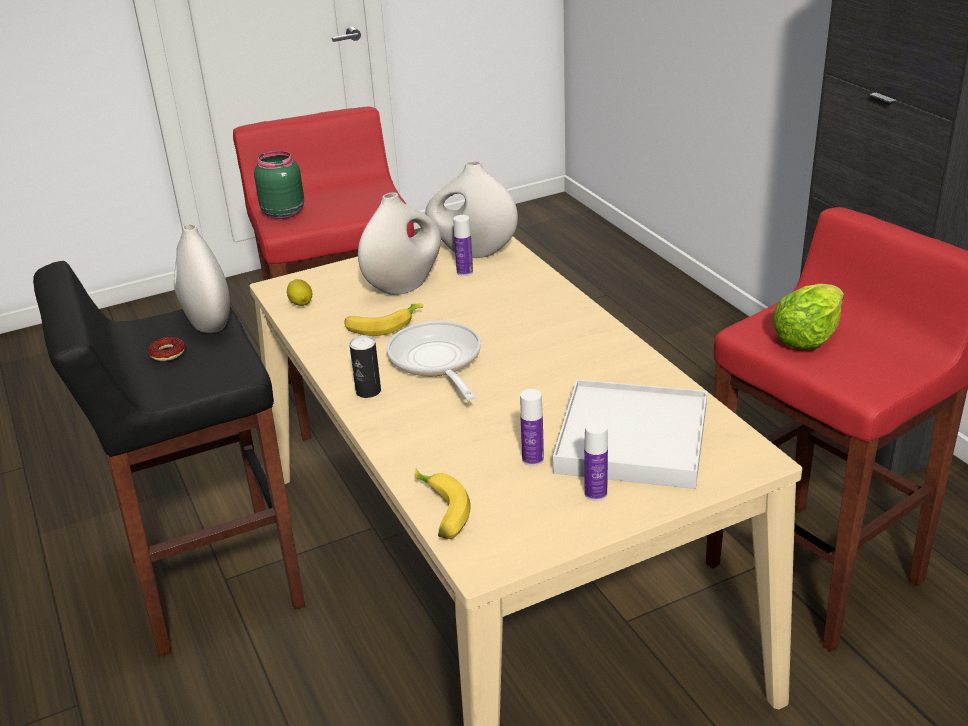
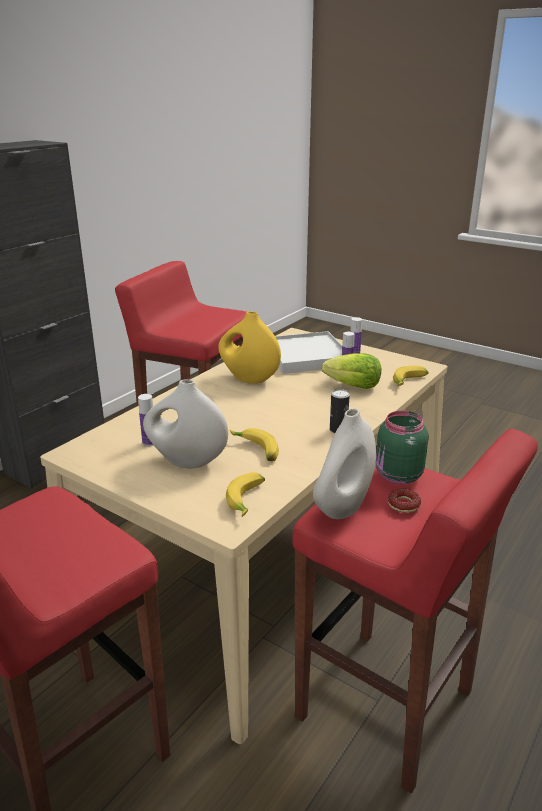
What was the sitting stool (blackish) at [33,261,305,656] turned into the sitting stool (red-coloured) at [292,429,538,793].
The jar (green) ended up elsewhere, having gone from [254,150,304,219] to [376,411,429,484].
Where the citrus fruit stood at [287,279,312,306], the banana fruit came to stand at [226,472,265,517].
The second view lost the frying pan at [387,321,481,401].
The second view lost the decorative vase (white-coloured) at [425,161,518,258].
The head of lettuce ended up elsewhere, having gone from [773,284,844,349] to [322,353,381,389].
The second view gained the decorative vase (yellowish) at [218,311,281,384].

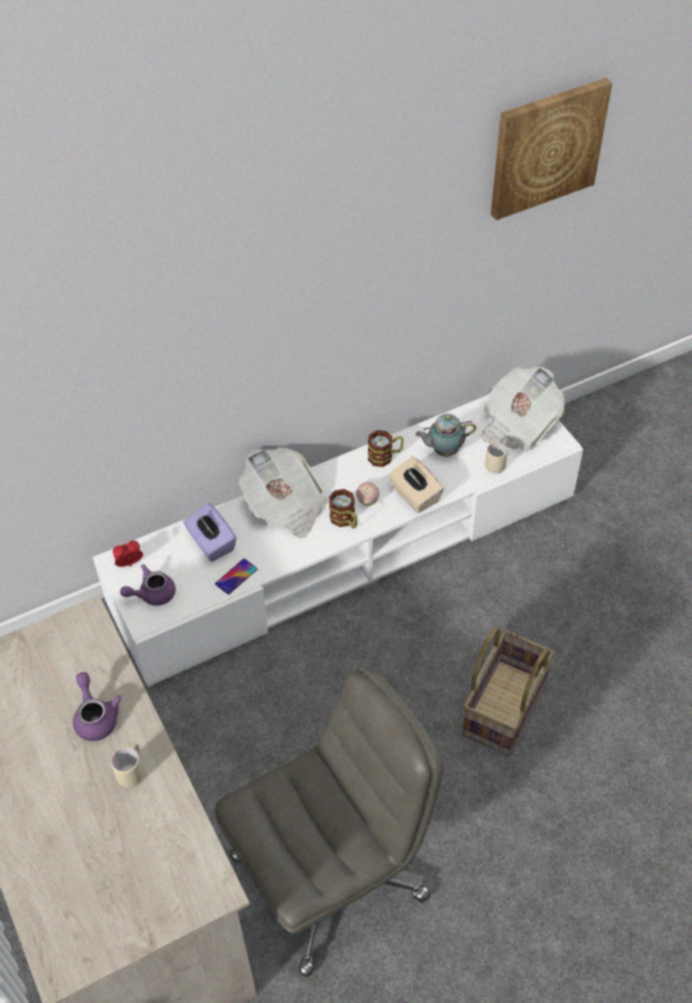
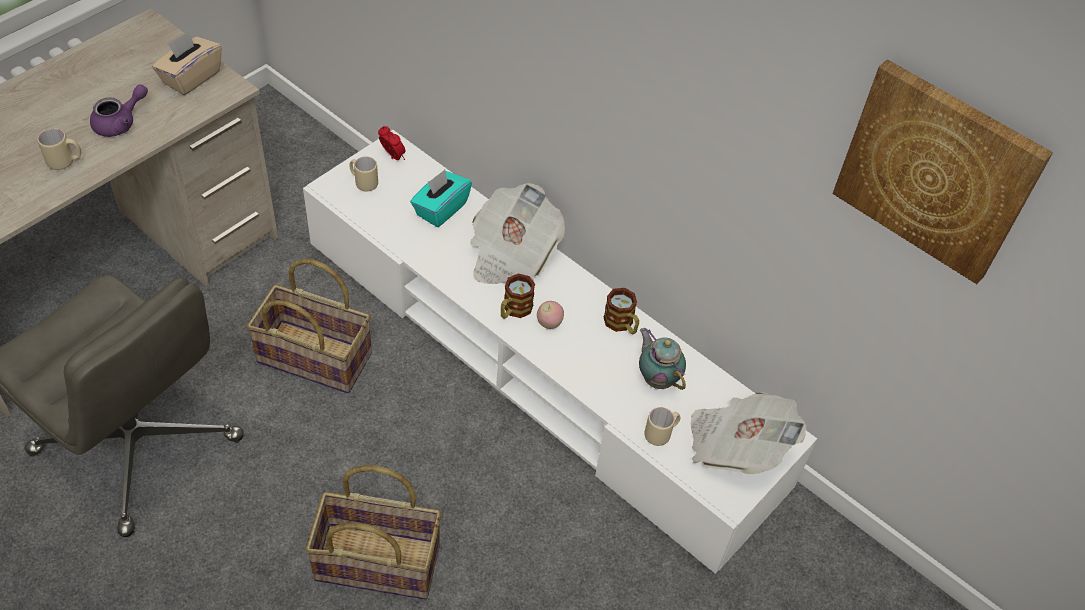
Where the teapot (purple) stood at [120,564,176,606], the tea mug (sand-coloured) came to stand at [349,156,378,192].
What was the tissue box (purple) at [183,503,236,562] turned into the tissue box (turquoise-coloured) at [410,169,472,227].
The second view lost the telephone at [215,559,257,594].
The tissue box (sand-coloured) ended up elsewhere, having gone from [389,456,444,513] to [152,31,222,95].
The second view gained the household basket at [247,259,372,393].

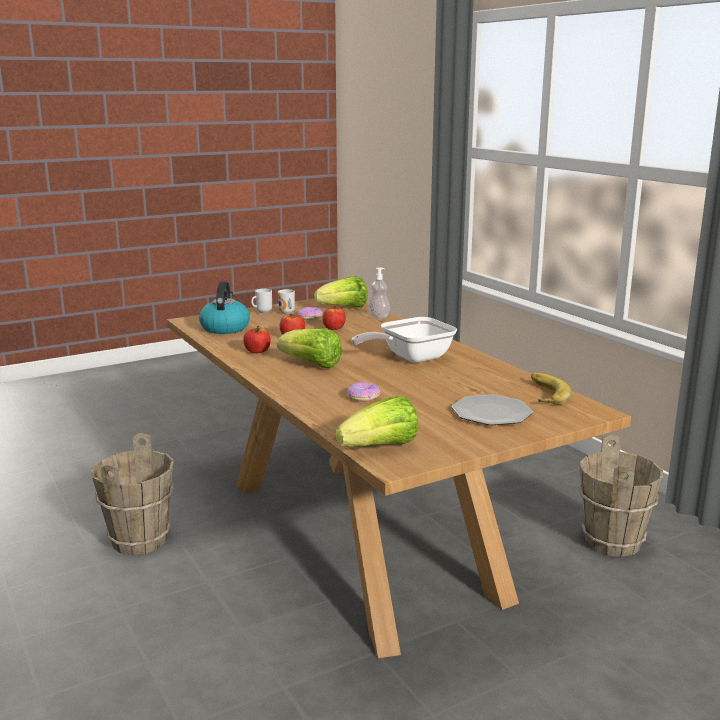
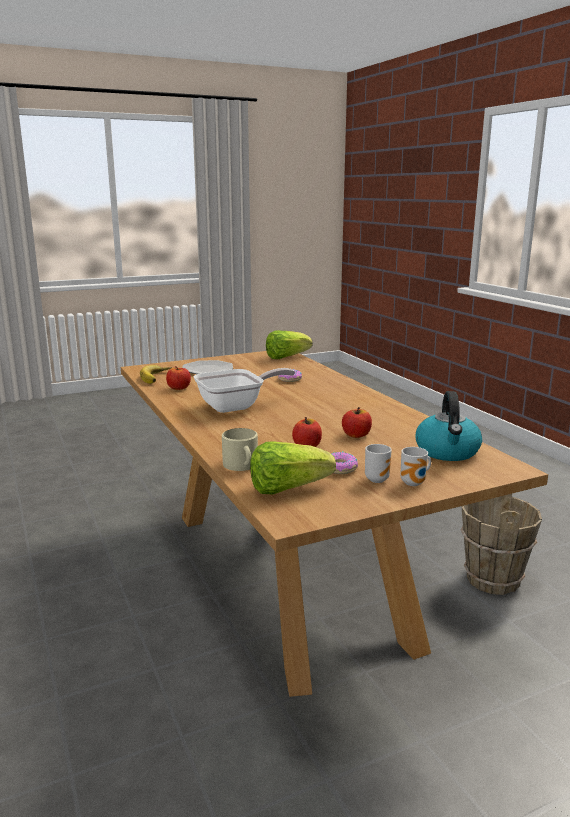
The apple ended up elsewhere, having gone from [243,326,271,353] to [166,366,191,390].
The second view lost the head of lettuce at [277,328,342,368].
Where the soap bottle stood at [368,267,390,319], the tea mug (sand-coloured) came to stand at [222,428,258,471].
The second view lost the bucket (brown) at [579,434,663,557].

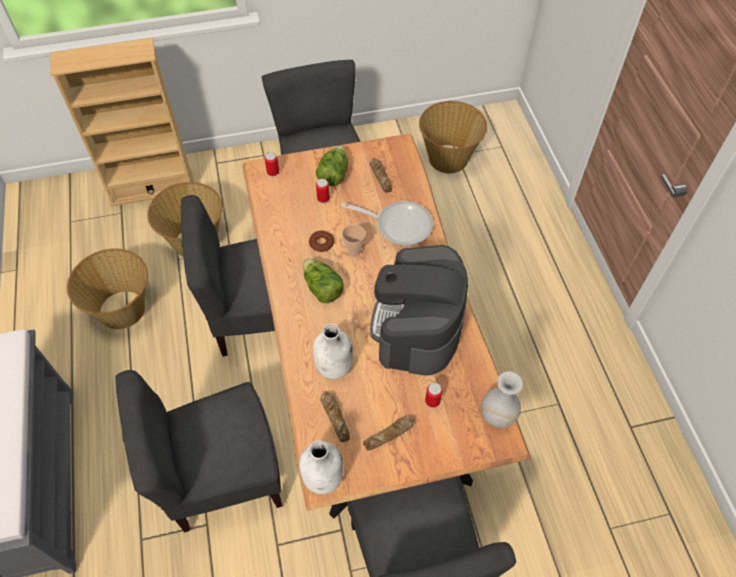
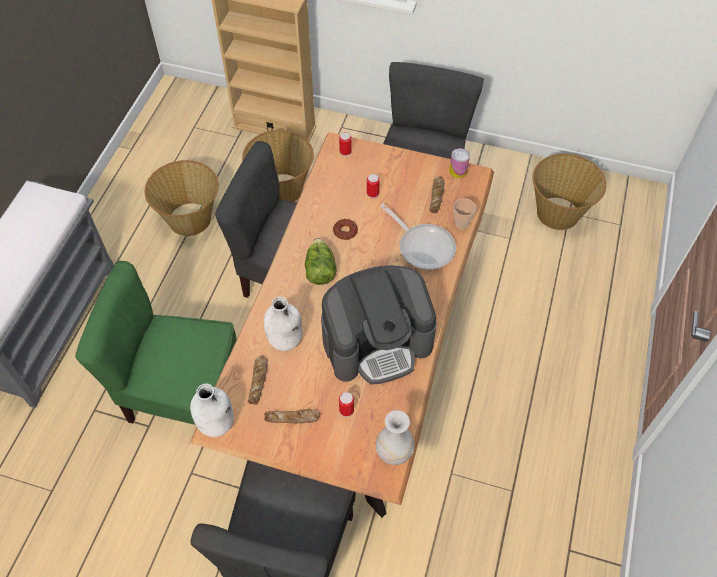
What was the chair (gray) at [116,370,283,532] turned into the chair (green) at [75,261,237,425].
The second view lost the head of lettuce at [316,145,348,186].
The cup ended up elsewhere, having gone from [342,224,365,257] to [454,198,476,230].
The coffee brewer at [370,245,468,376] ended up facing another way, 150 degrees counterclockwise from before.
The second view gained the metal can at [449,148,470,178].

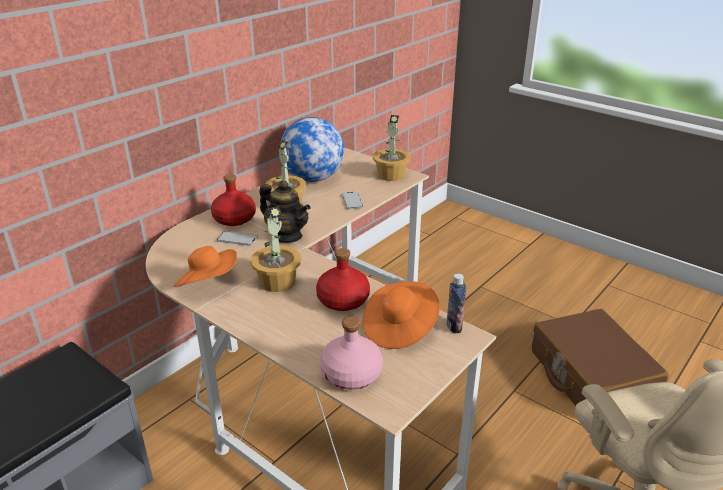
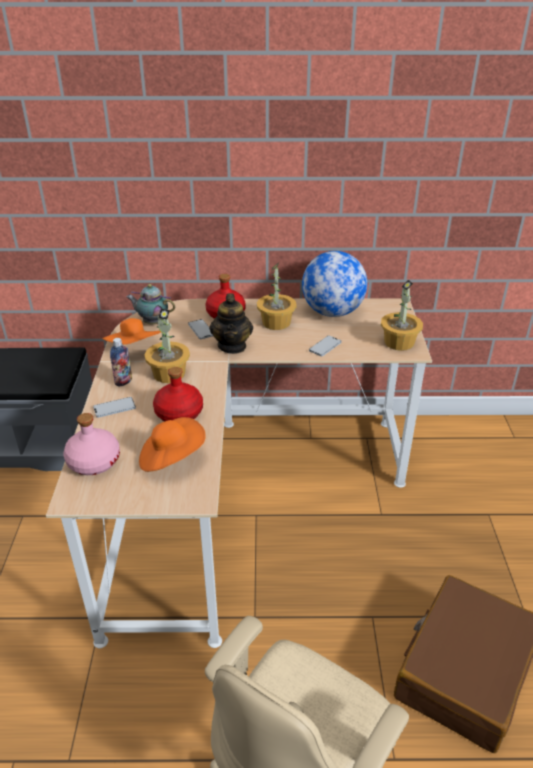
The bottle ended up elsewhere, having gone from [447,273,466,333] to [110,338,132,387].
The second view gained the telephone at [93,397,136,418].
The second view gained the teapot at [127,284,175,324].

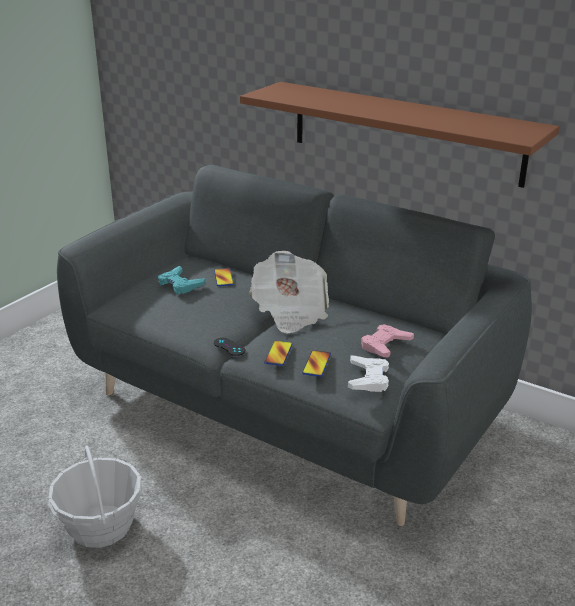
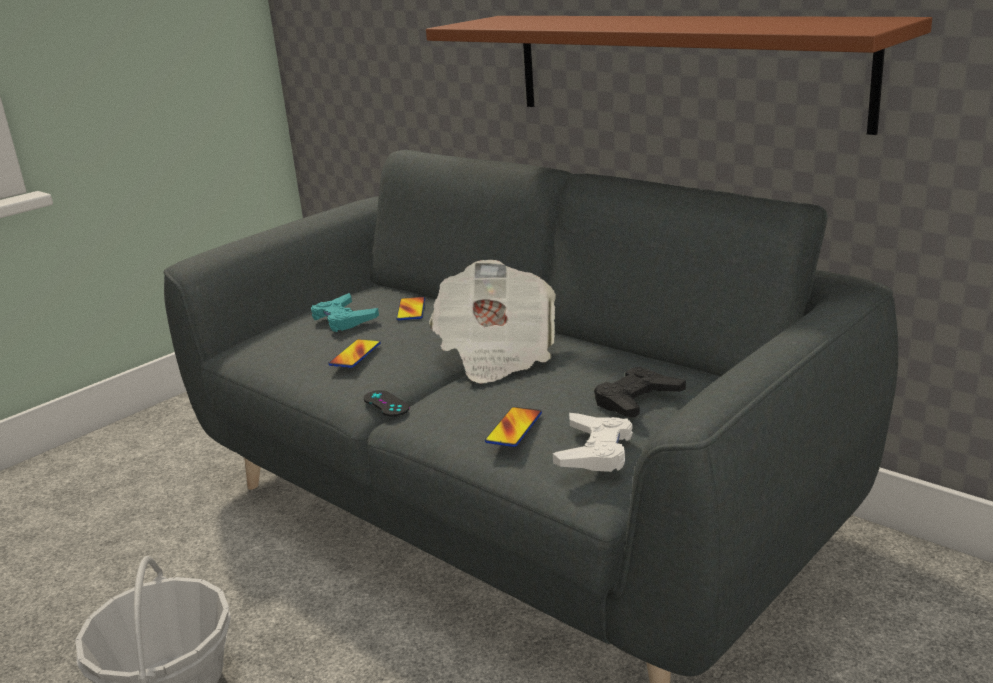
The telephone ended up elsewhere, having gone from [264,340,293,366] to [328,339,381,368].
What was the gamepad (pink-coloured) at [361,324,414,357] turned into the gamepad (blackish) at [594,367,686,417].

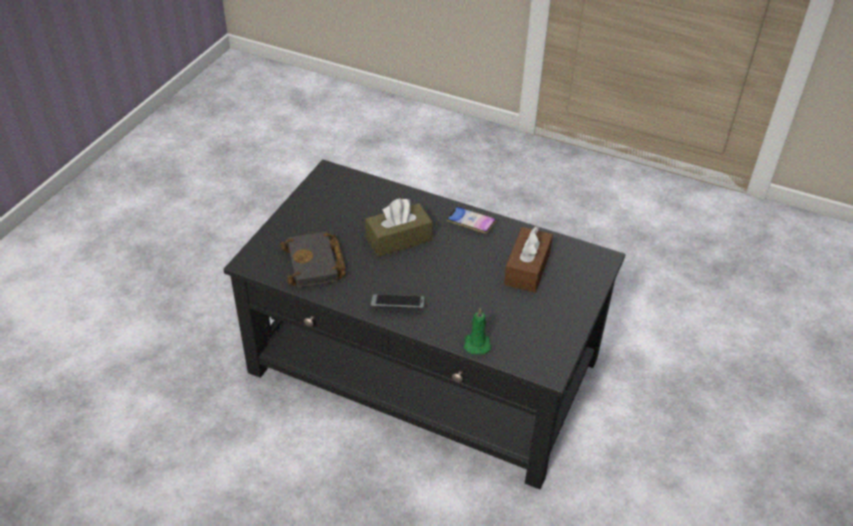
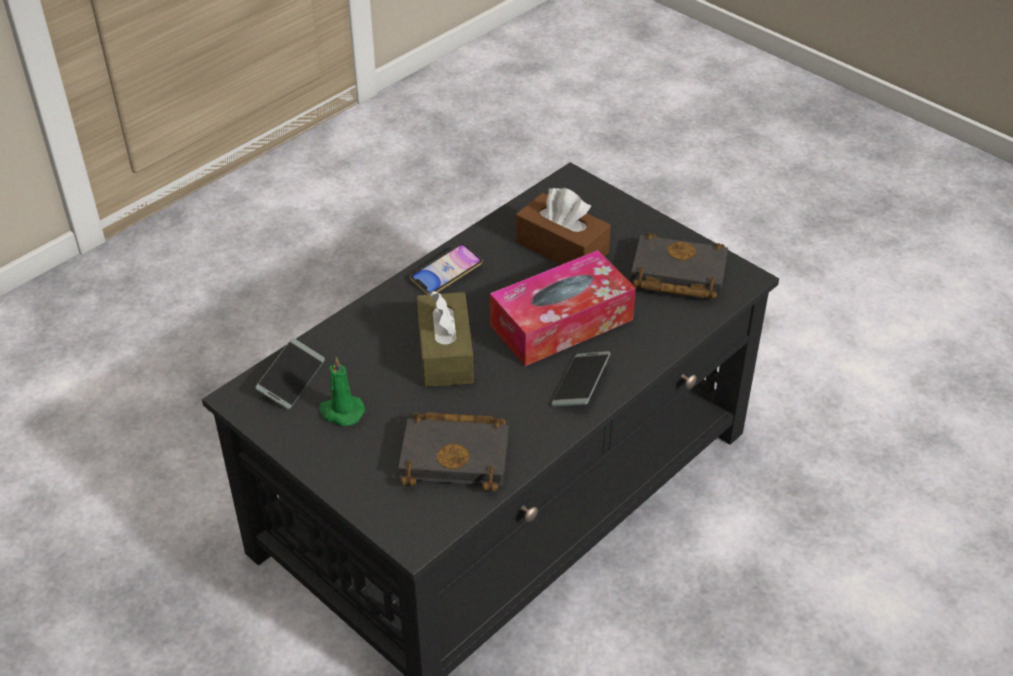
The candle (green) ended up elsewhere, having gone from [464,307,491,355] to [319,357,365,426].
The second view gained the telephone at [255,338,325,410].
The second view gained the tissue box at [490,250,636,366].
The second view gained the book (blackish) at [631,233,728,299].

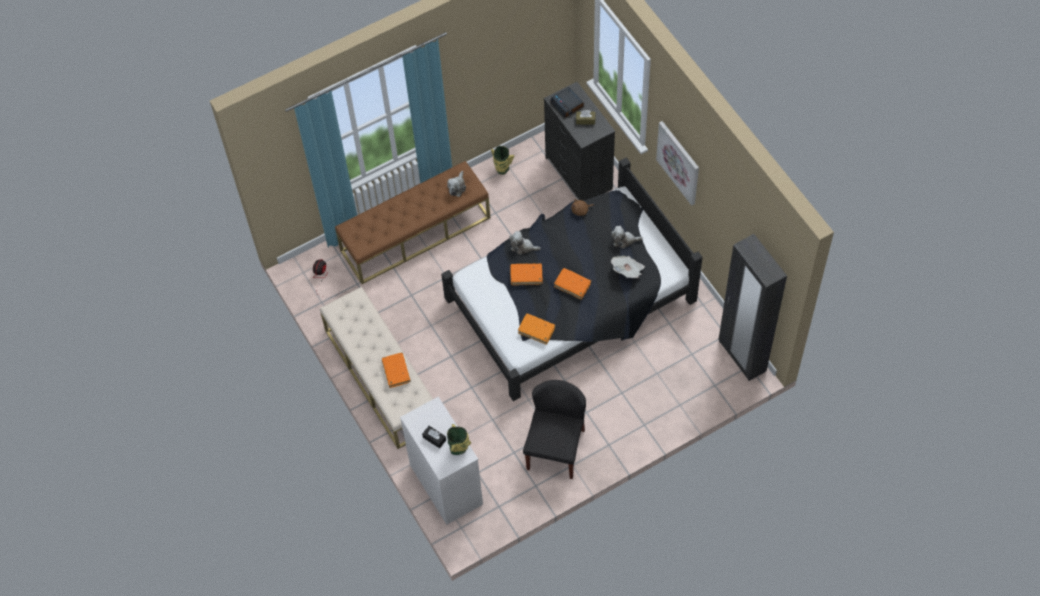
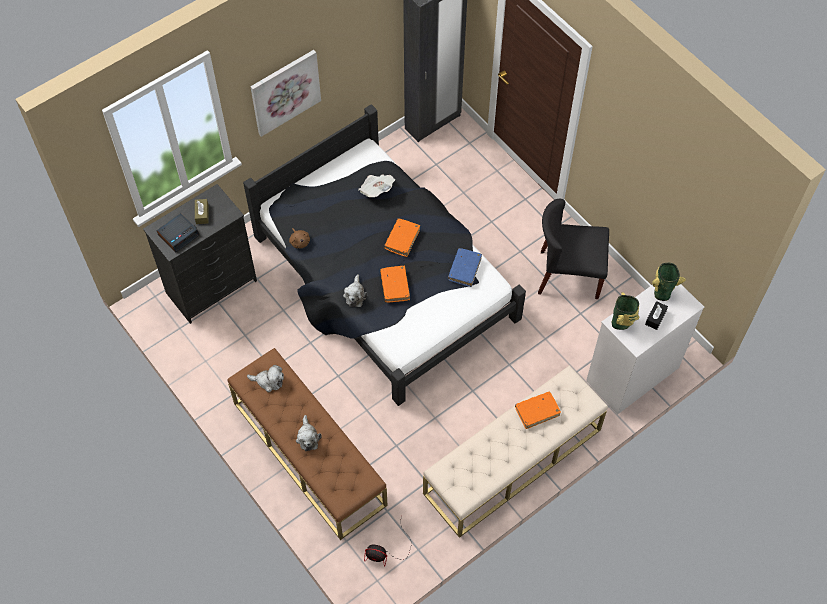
The decorative vase ended up elsewhere, having gone from [491,146,514,175] to [611,292,640,330].
What was the book (orangey) at [518,313,555,344] turned into the book (blue-coloured) at [448,248,482,287].
The plush toy ended up elsewhere, having gone from [611,226,643,249] to [296,415,322,451].

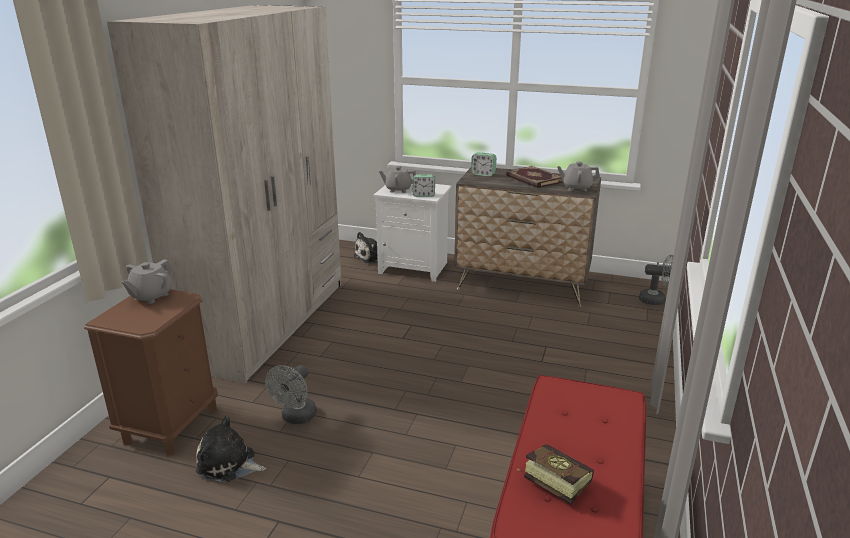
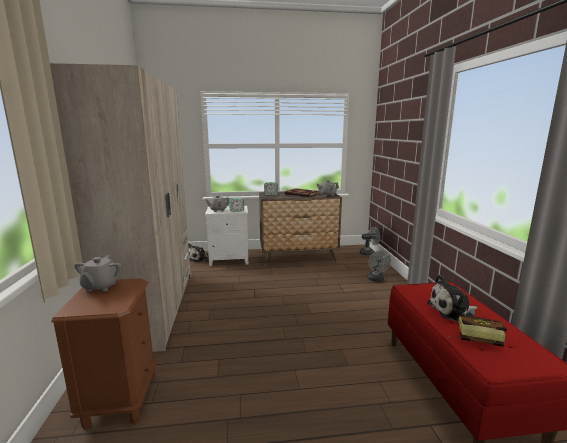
The plush toy ended up elsewhere, having gone from [195,416,266,482] to [427,275,478,321].
The cooling fan (gray) ended up elsewhere, having gone from [265,365,317,424] to [367,251,391,282].

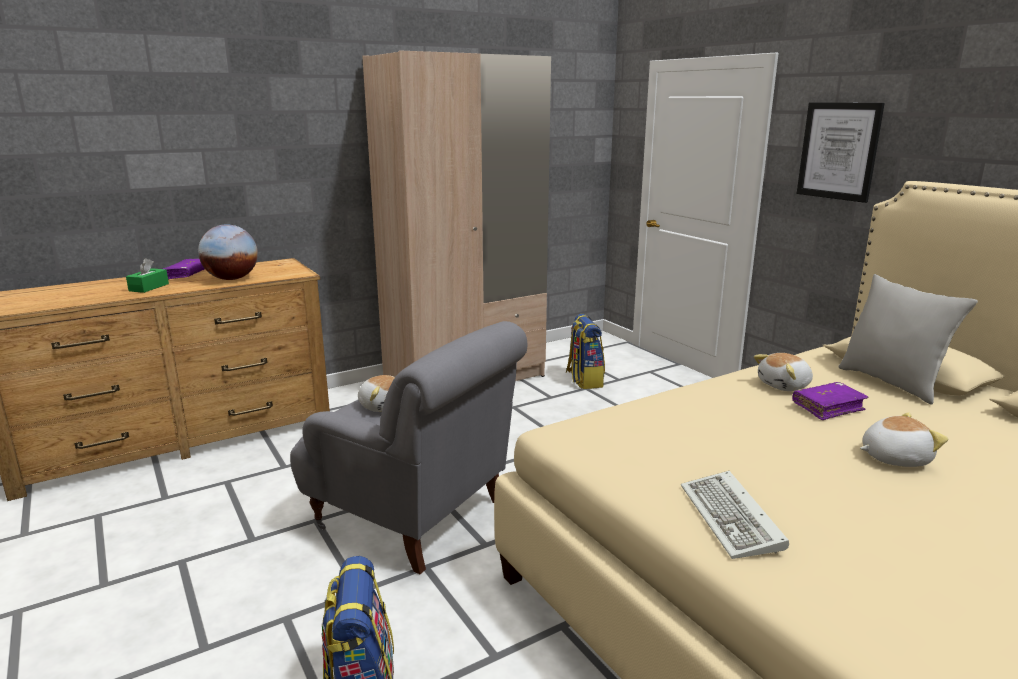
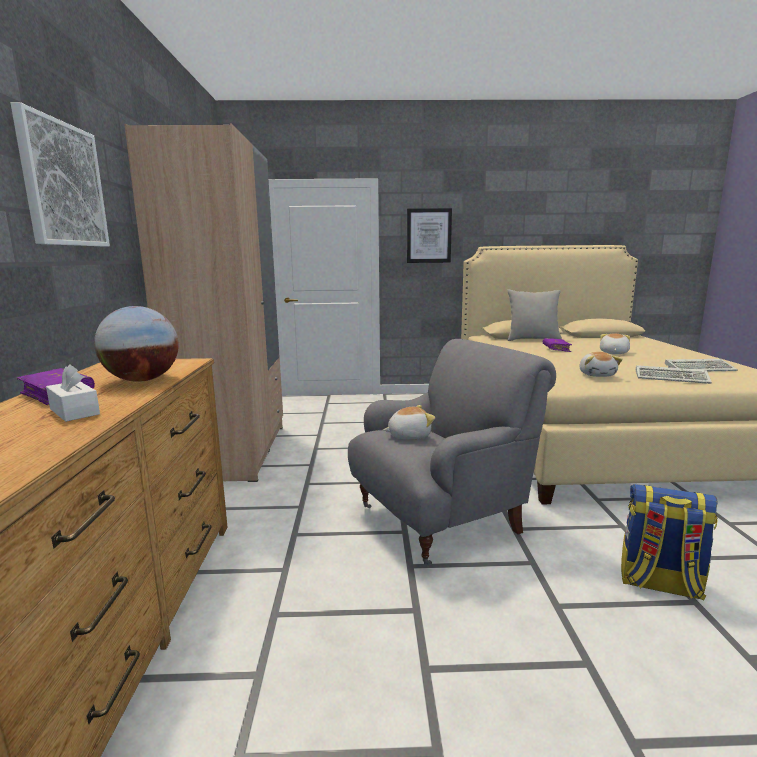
What was the tissue box (green) at [126,258,169,293] turned into the tissue box (white-coloured) at [46,364,100,422].
The second view lost the backpack at [566,314,605,389].
The plush toy ended up elsewhere, having gone from [754,353,813,391] to [580,352,623,377].
The second view gained the wall picture at [11,102,110,246].
The second view gained the keyboard at [665,359,738,371].

